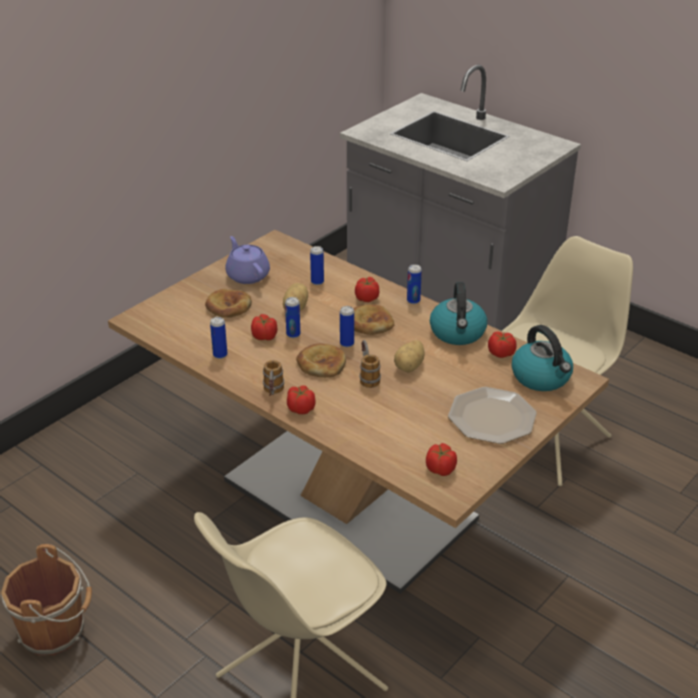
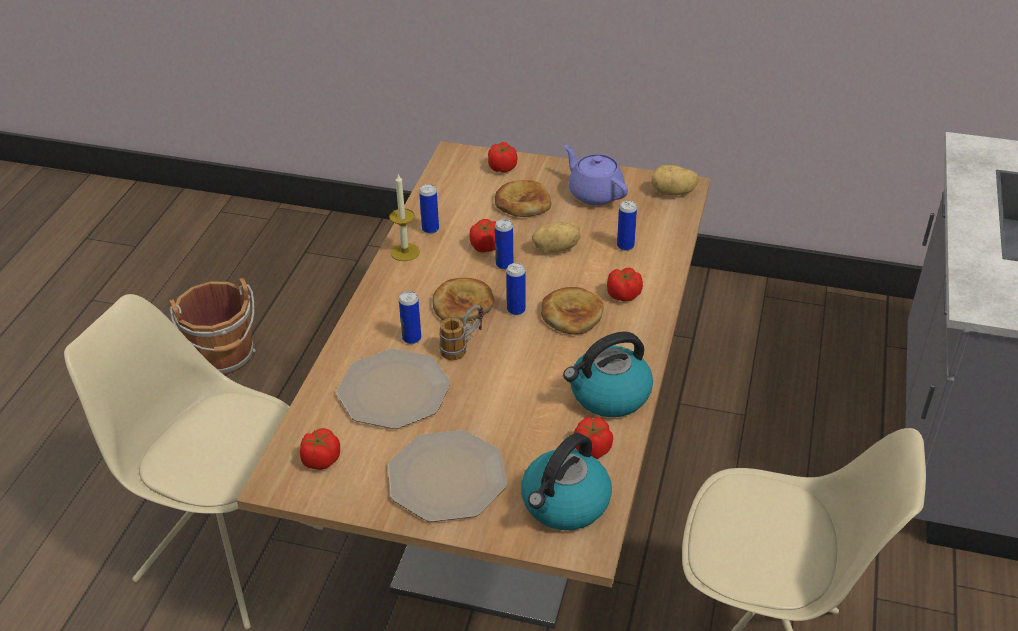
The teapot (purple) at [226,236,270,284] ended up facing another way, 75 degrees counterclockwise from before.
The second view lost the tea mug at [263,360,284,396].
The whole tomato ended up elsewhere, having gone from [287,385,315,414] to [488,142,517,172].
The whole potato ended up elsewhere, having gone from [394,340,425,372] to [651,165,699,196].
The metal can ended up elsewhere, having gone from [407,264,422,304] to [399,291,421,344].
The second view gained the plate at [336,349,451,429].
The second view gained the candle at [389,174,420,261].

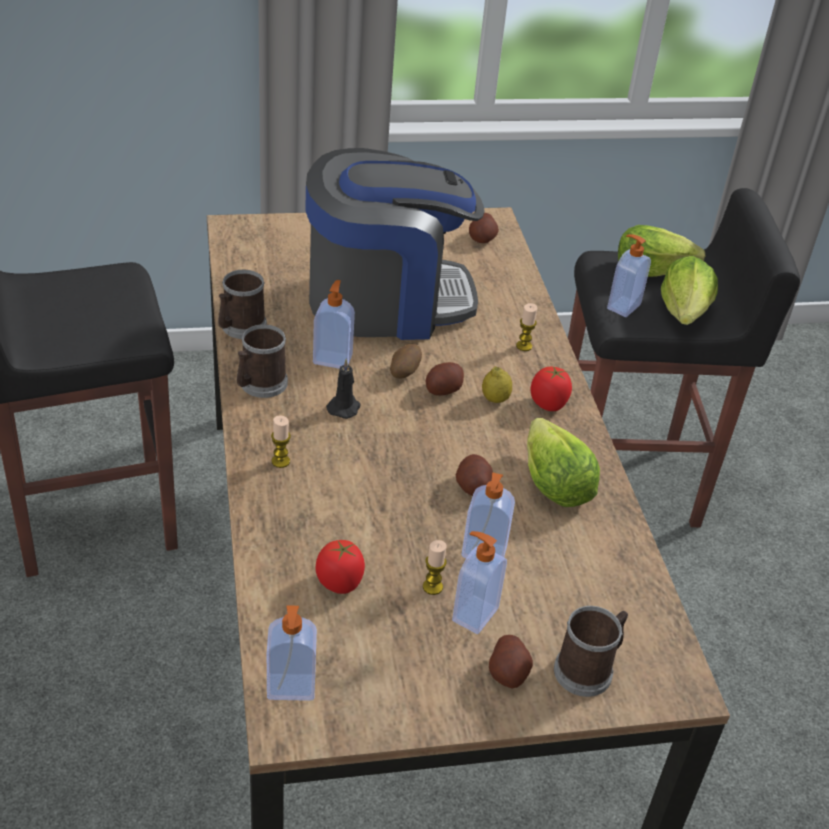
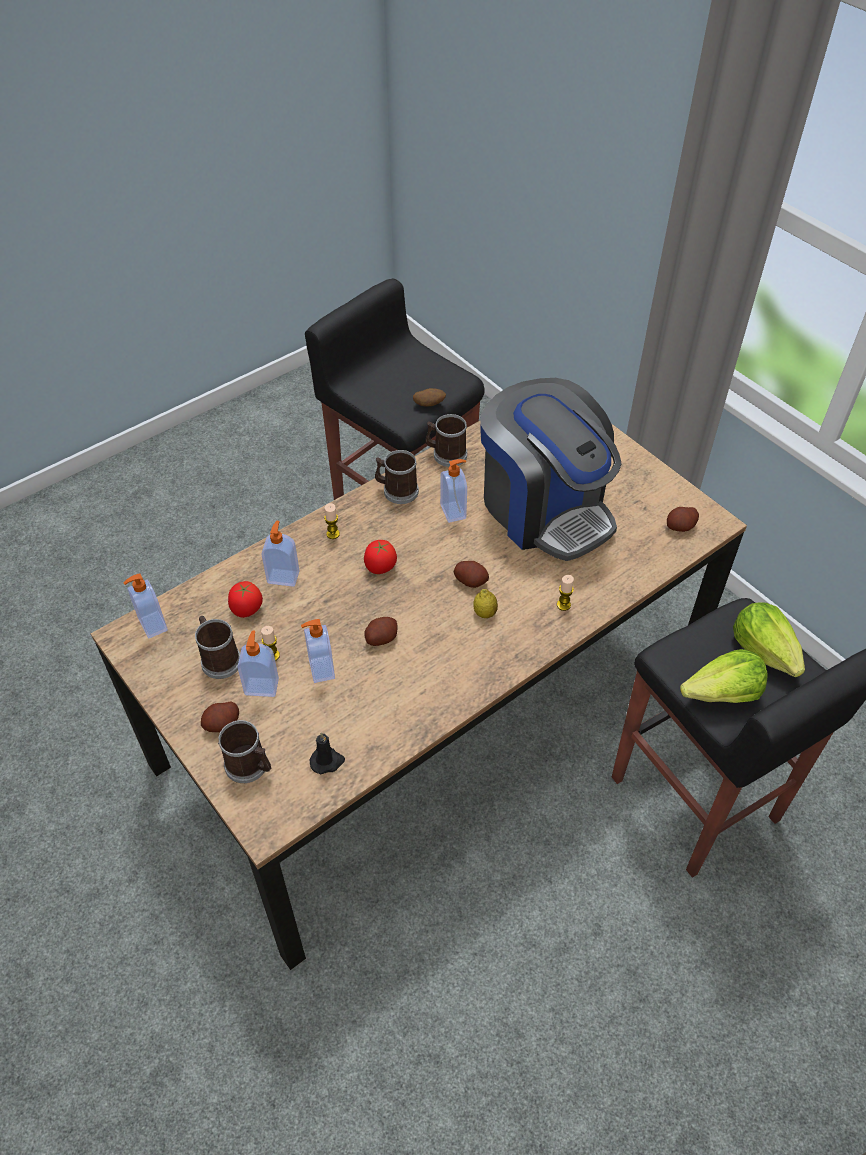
The candle (blackish) ended up elsewhere, having gone from [326,358,361,419] to [310,732,345,774].
The whole potato ended up elsewhere, having gone from [390,344,422,379] to [413,388,446,407].
The second view lost the head of lettuce at [527,418,600,507].
The whole tomato ended up elsewhere, having gone from [530,366,572,411] to [364,540,397,574].
The soap bottle ended up elsewhere, having gone from [607,234,651,317] to [261,521,299,587].
The second view gained the tea mug at [195,616,240,679].

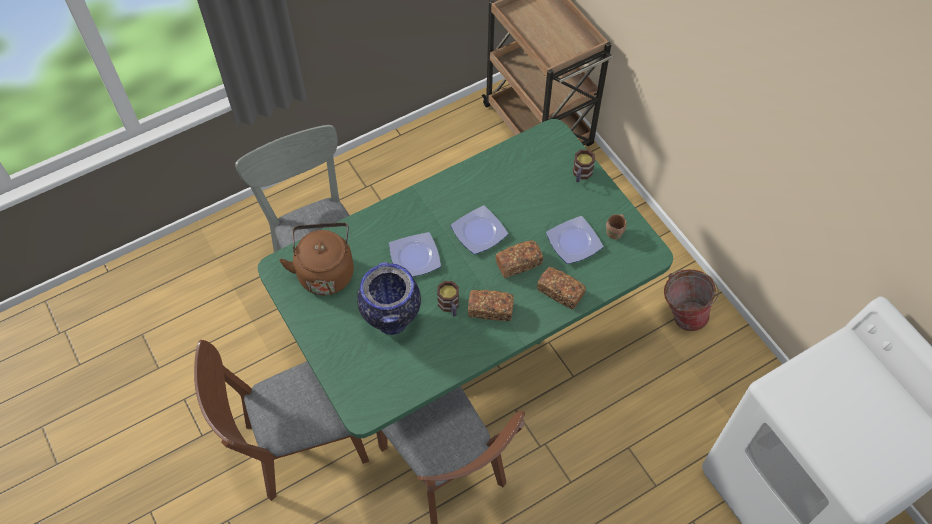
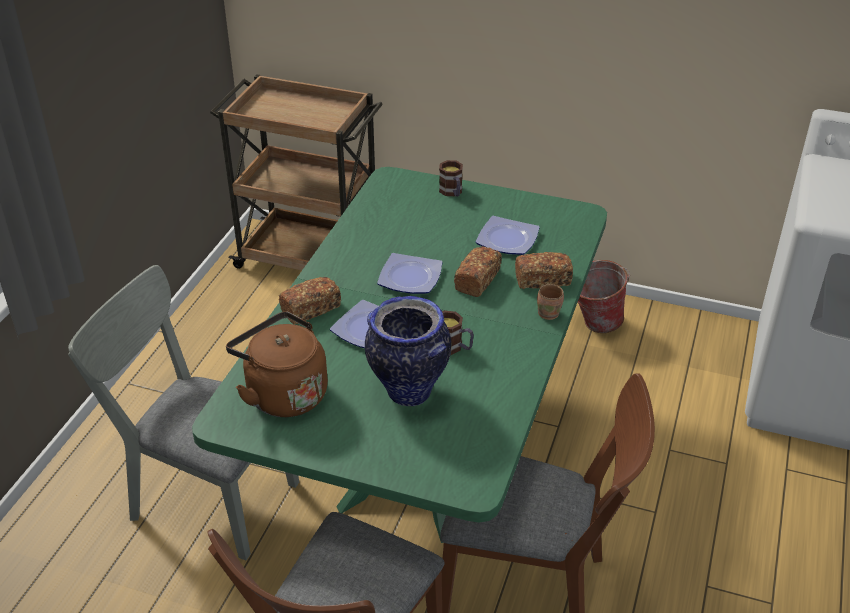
The bakery bread ended up elsewhere, having gone from [468,290,514,321] to [279,277,341,324].
The tea mug (brown) ended up elsewhere, having gone from [606,214,627,239] to [537,284,564,320].

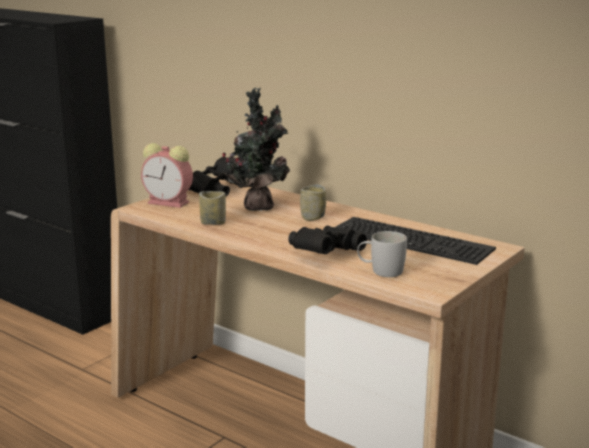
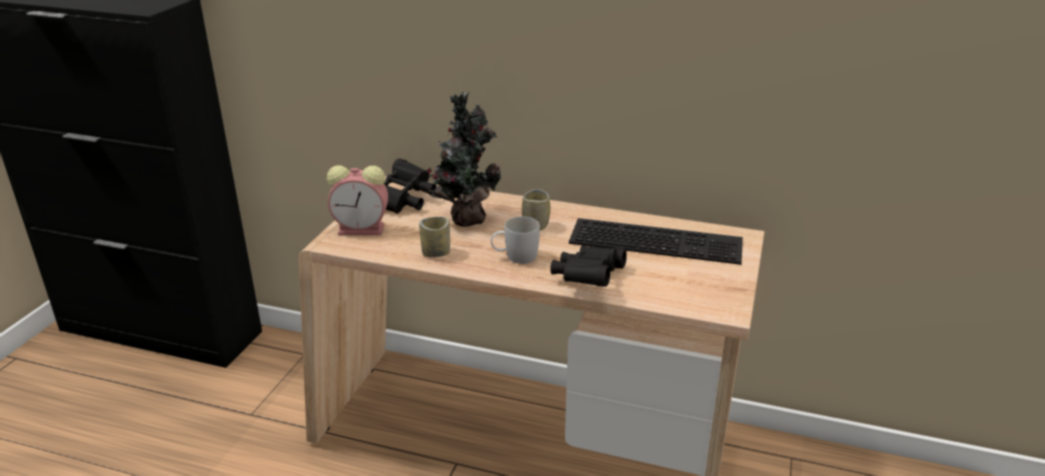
The tea mug (white-coloured) ended up elsewhere, having gone from [357,231,407,277] to [491,216,540,264].

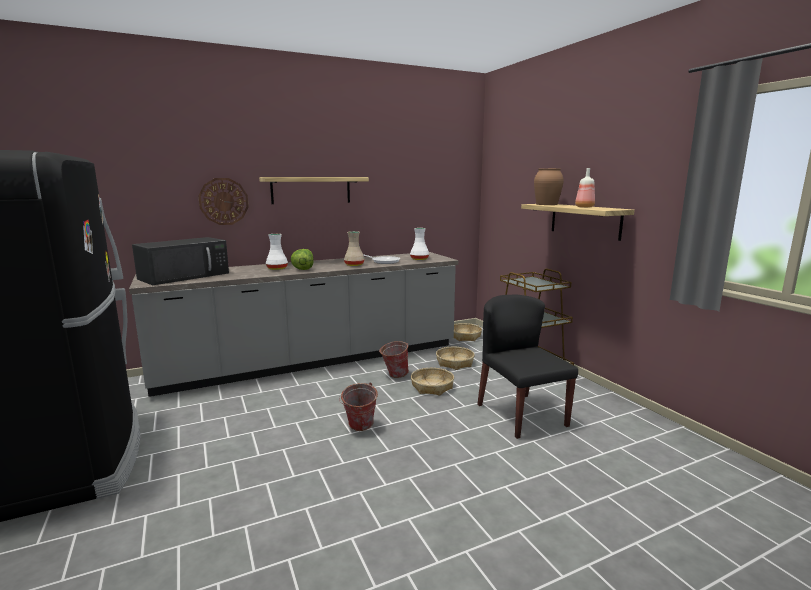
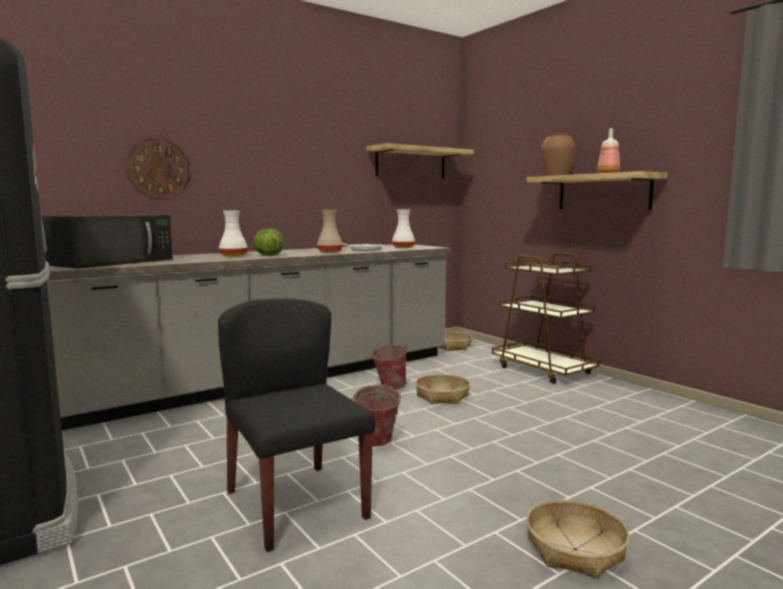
The shelf ended up elsewhere, having gone from [259,177,369,204] to [367,143,474,179].
The household basket ended up elsewhere, having gone from [436,347,475,370] to [526,500,630,579].
The chair (blackish) ended up elsewhere, having gone from [477,295,578,439] to [218,298,375,552].

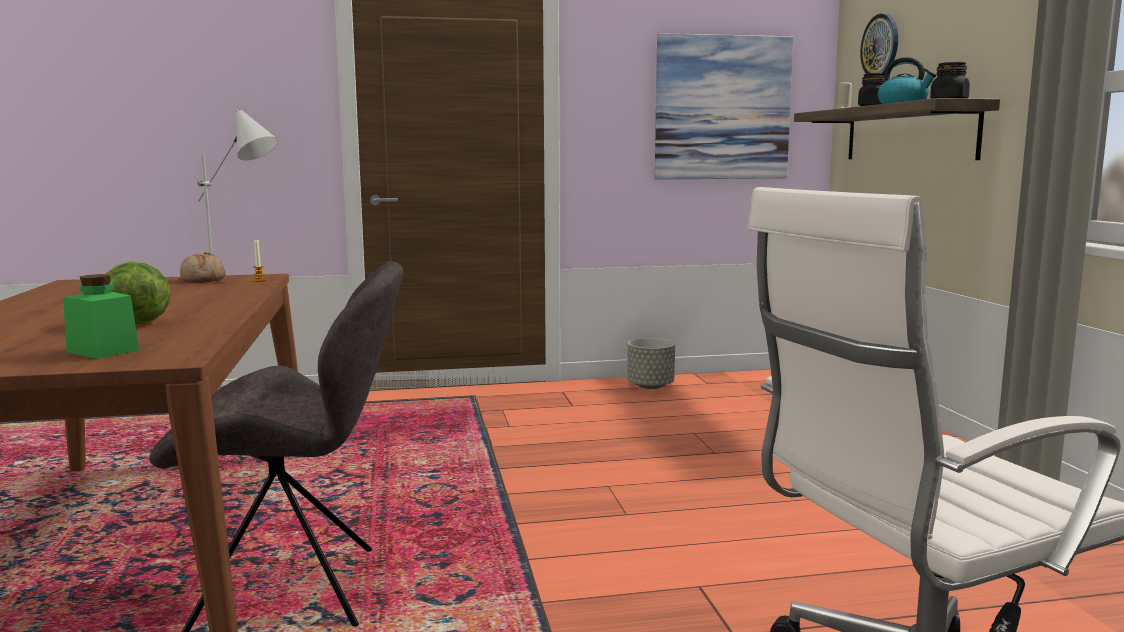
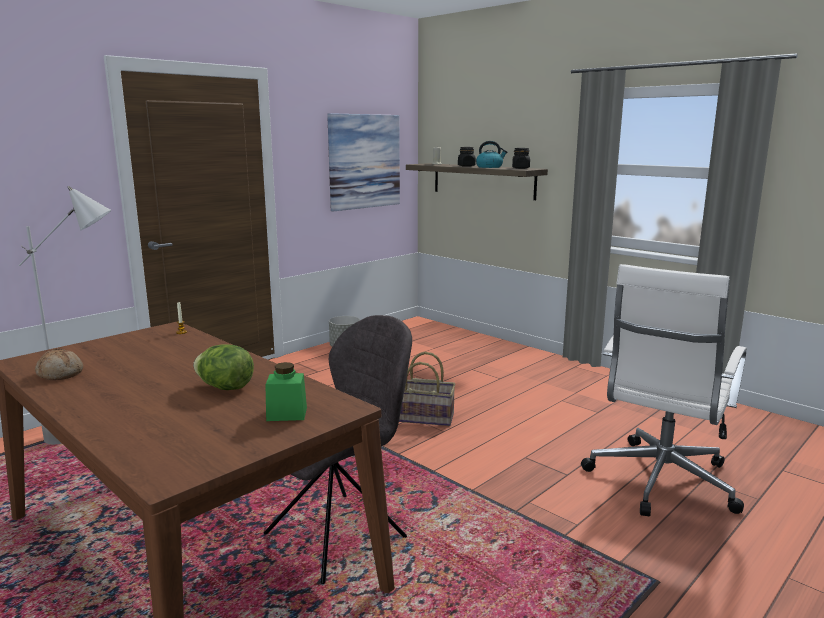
The bakery bread ended up elsewhere, having gone from [180,253,226,283] to [35,348,83,380].
The second view lost the clock on the wall at [860,14,898,74].
The second view gained the household basket at [399,352,455,426].

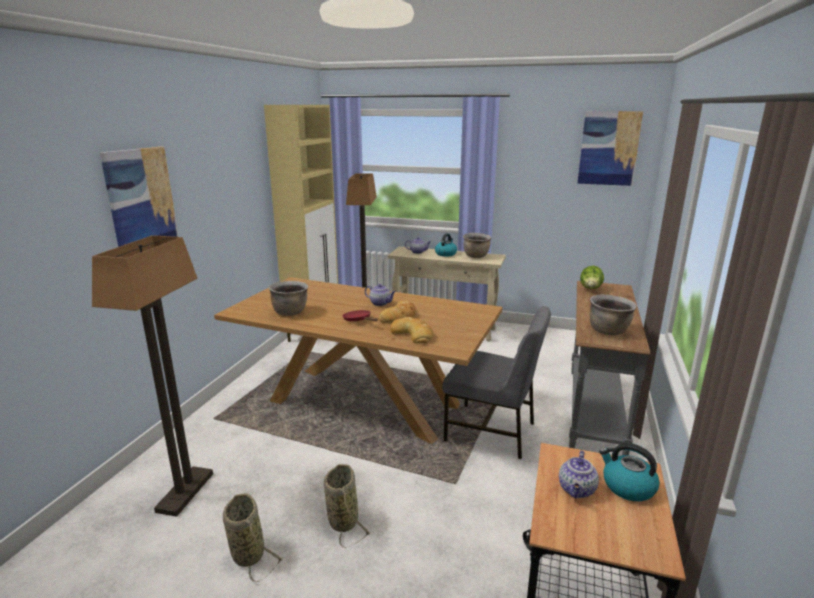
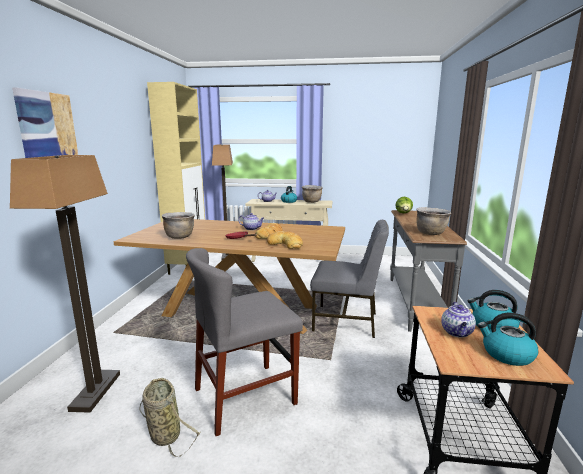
Where the household basket stood at [324,464,371,548], the chair (gray) came to stand at [186,248,303,436].
The second view lost the wall picture at [577,111,643,186].
The second view gained the water kettle at [478,313,538,366].

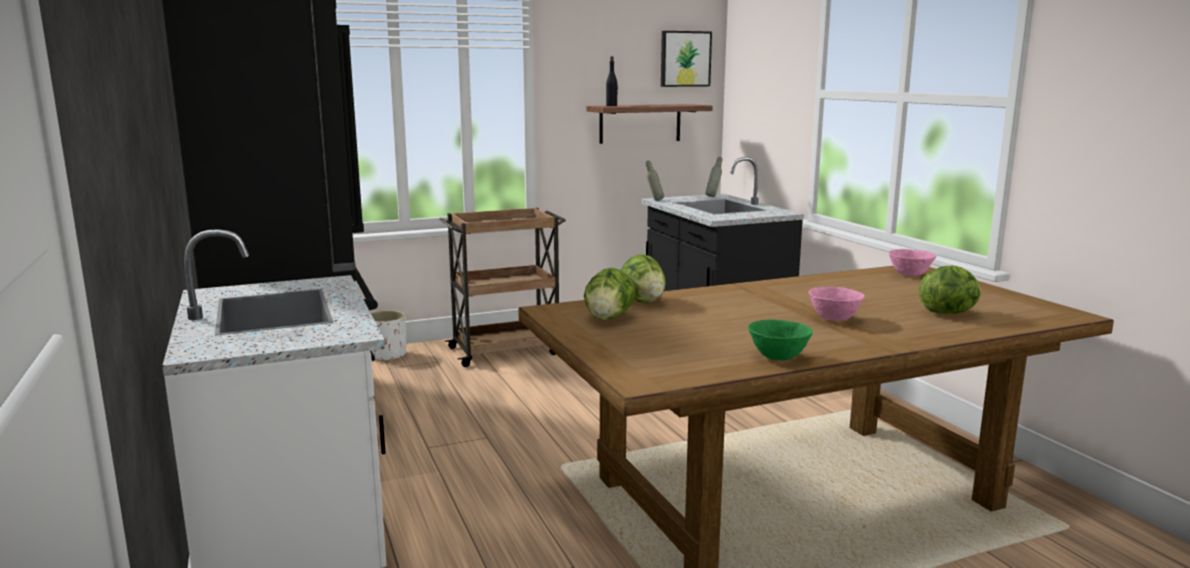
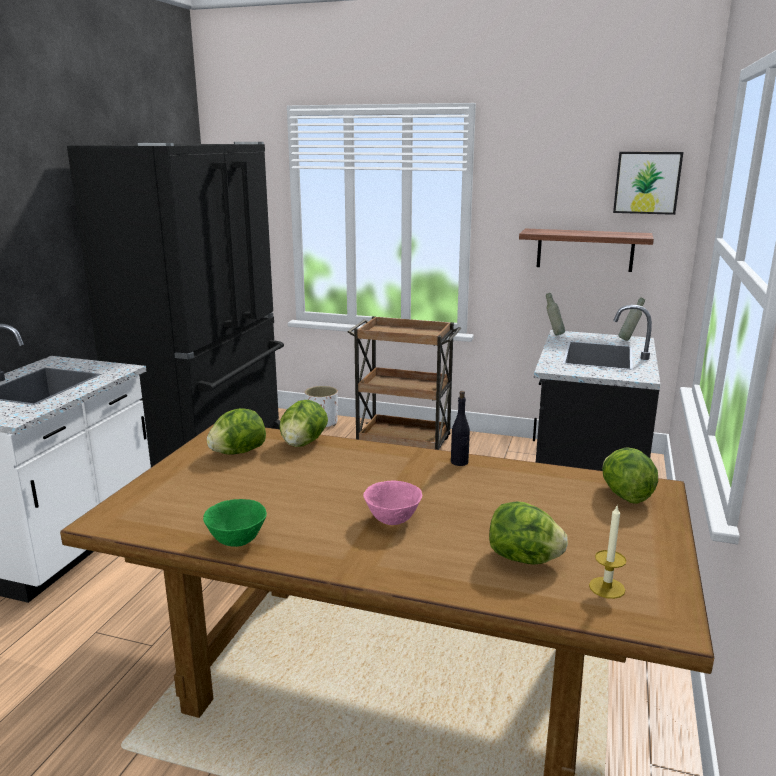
The bottle (blackish) ended up elsewhere, having gone from [606,56,618,106] to [451,391,470,466].
Where the bowl (pink-coloured) stood at [889,249,937,276], the head of lettuce came to stand at [602,447,658,504].
The second view gained the candle at [589,506,626,599].

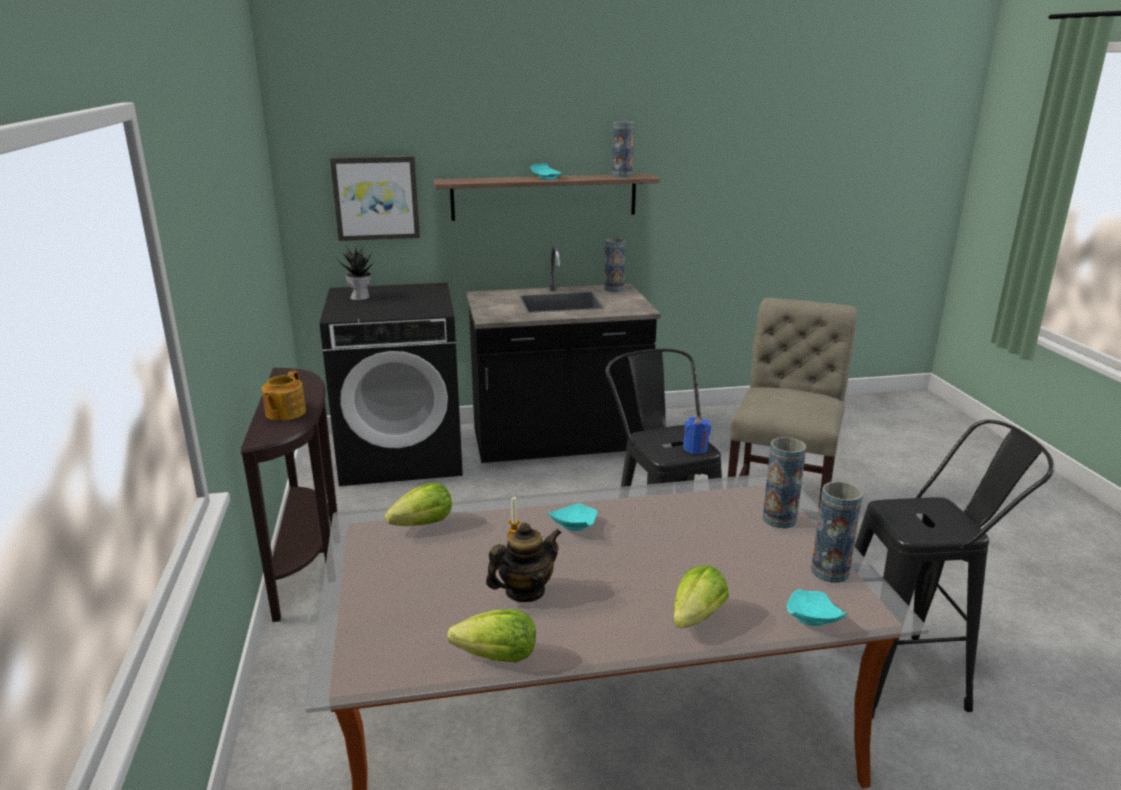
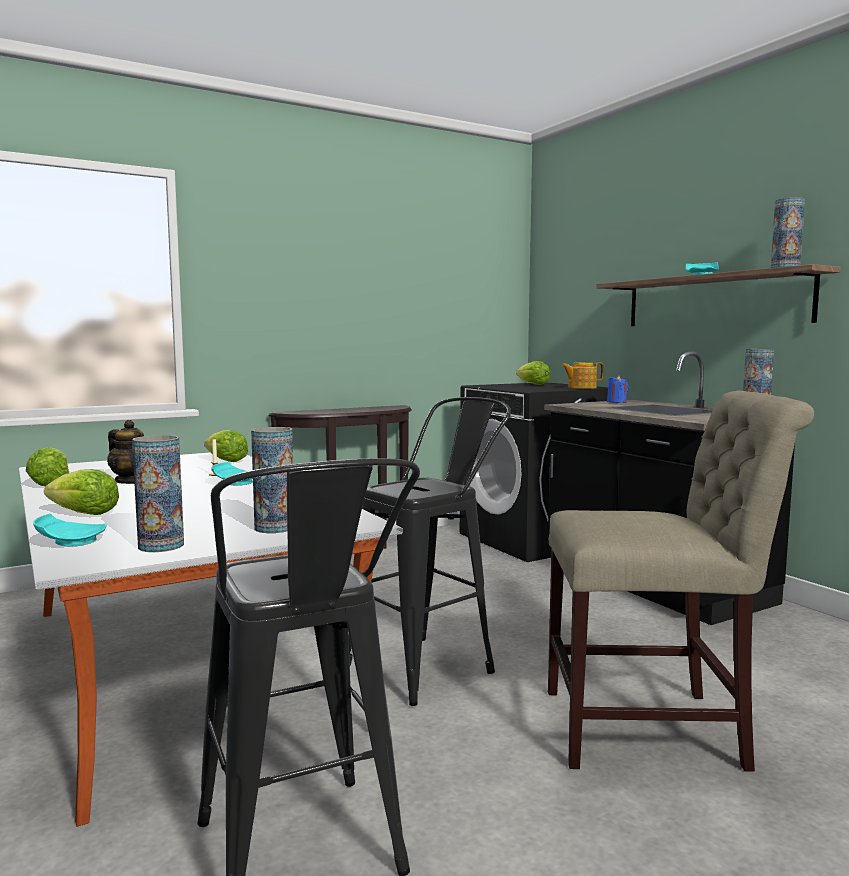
The teapot ended up elsewhere, having gone from [262,371,306,421] to [561,362,604,389].
The second view lost the wall picture at [330,156,420,241].
Where the plant in a pot stood at [336,244,376,300], the head of lettuce came to stand at [516,361,550,385].
The candle (blue-coloured) ended up elsewhere, having gone from [683,417,711,454] to [607,375,628,403].

